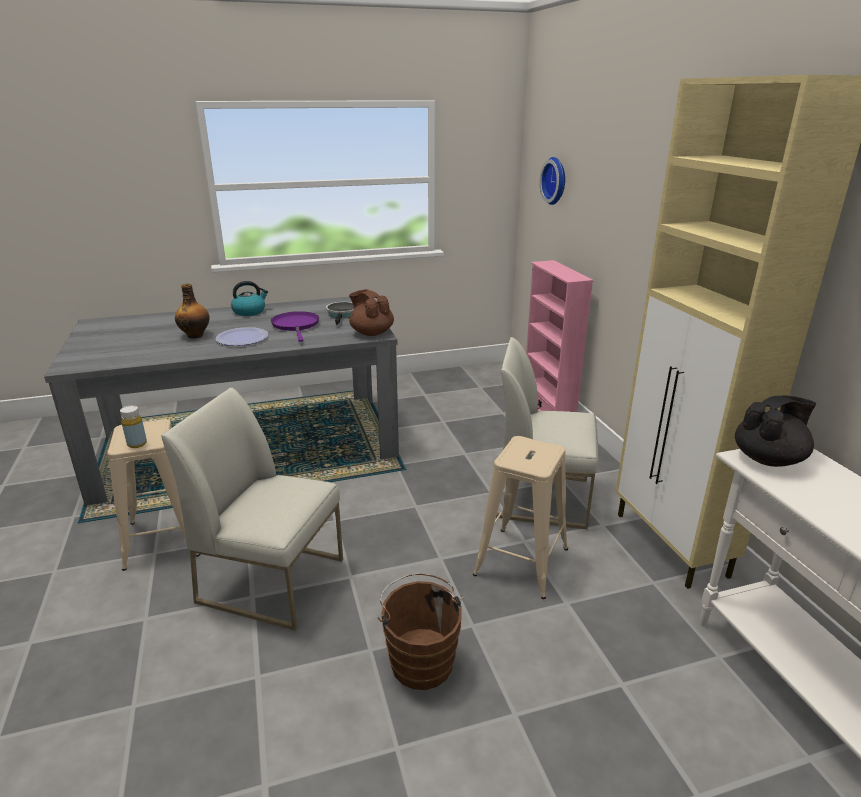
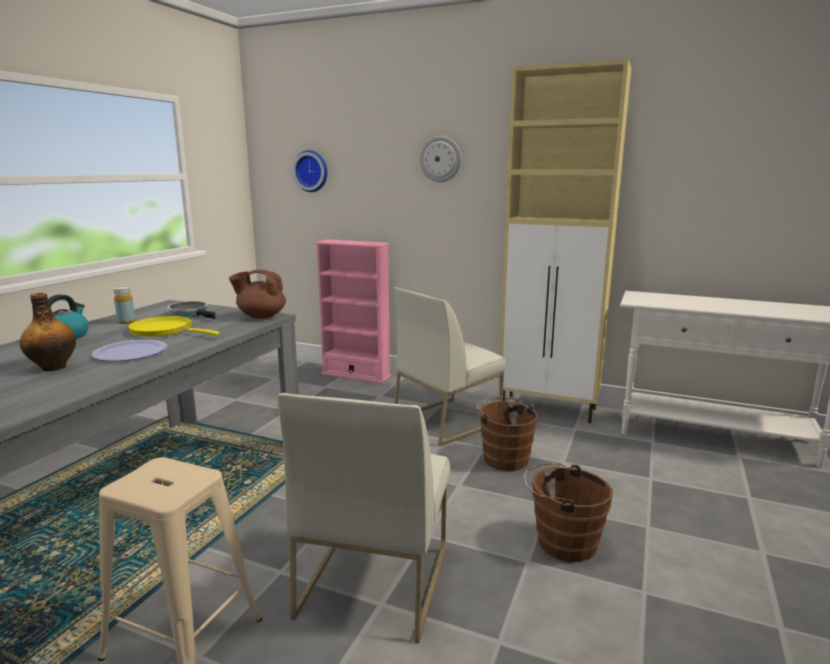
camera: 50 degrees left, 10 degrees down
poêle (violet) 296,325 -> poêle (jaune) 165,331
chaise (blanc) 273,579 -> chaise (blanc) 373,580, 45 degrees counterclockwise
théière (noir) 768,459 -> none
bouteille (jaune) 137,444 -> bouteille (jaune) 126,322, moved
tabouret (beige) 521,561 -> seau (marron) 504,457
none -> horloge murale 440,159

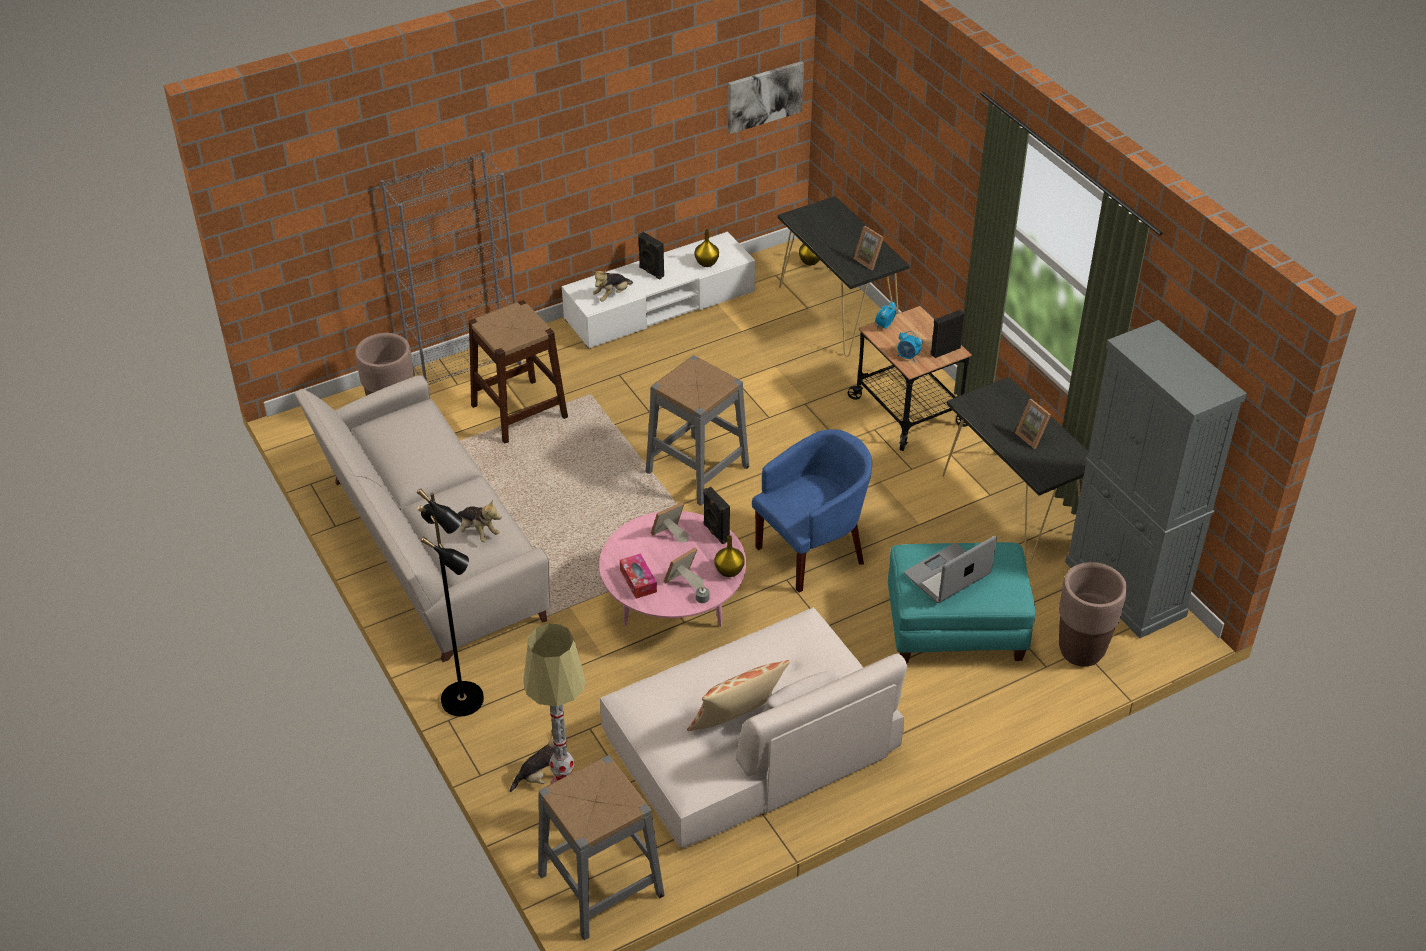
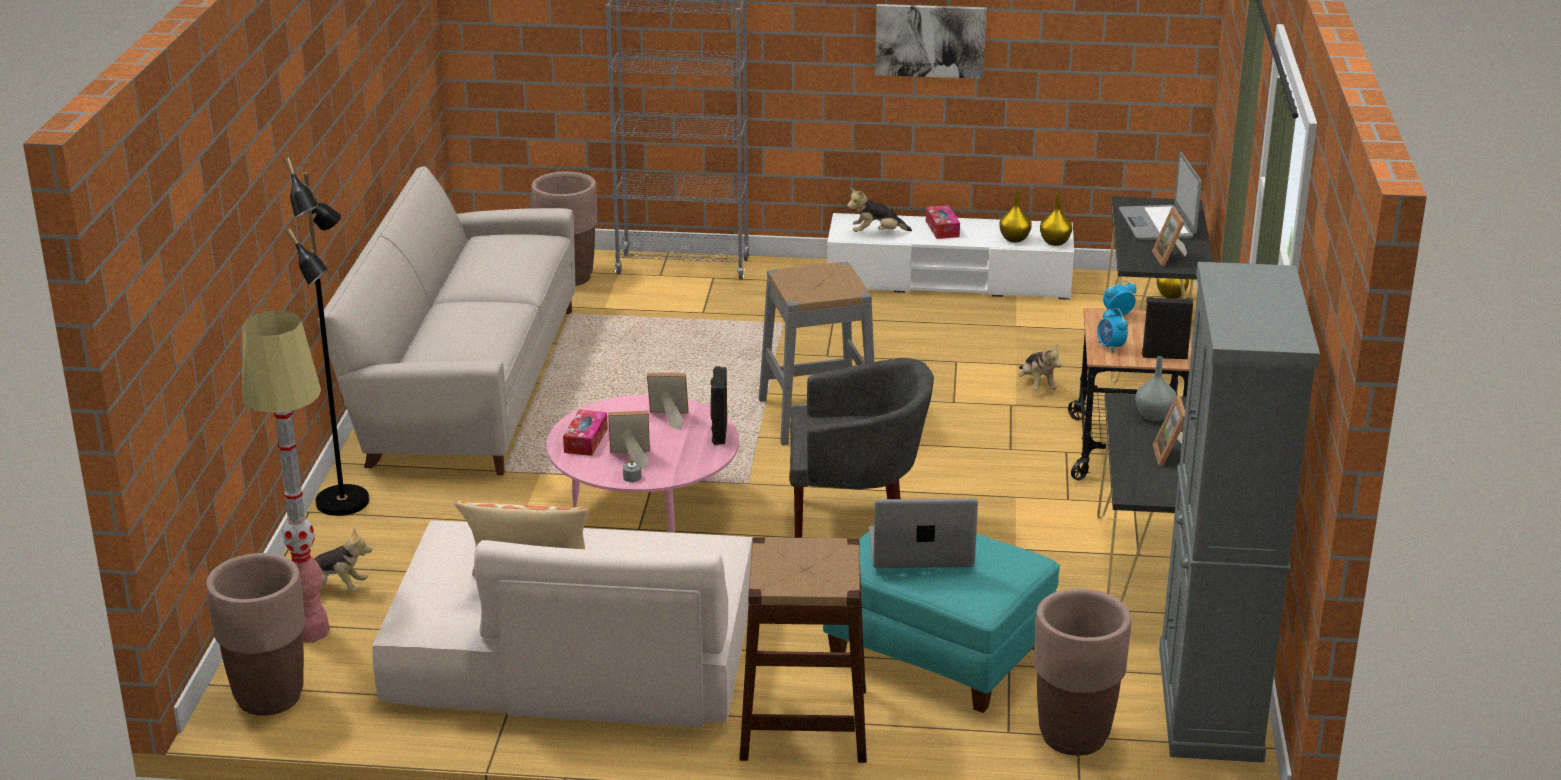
camera: 35 degrees right, 15 degrees down
tableau 764,96 -> tableau 930,40, moved
enceinte (noir) 650,272 -> boîte à mouchoirs 942,229
tabouret (marron) 519,411 -> tabouret (marron) 804,723, moved
fauteuil (bleu) 812,552 -> fauteuil (gris) 855,525
peluche 477,532 -> peluche 1037,385, moved
vase (jaune) 729,571 -> vase (jaune) 1055,242, moved
tabouret (gris) 601,884 -> cache-pot (marron) 269,697
none -> ordinateur portable 1157,224
none -> vase (gris) 1155,416

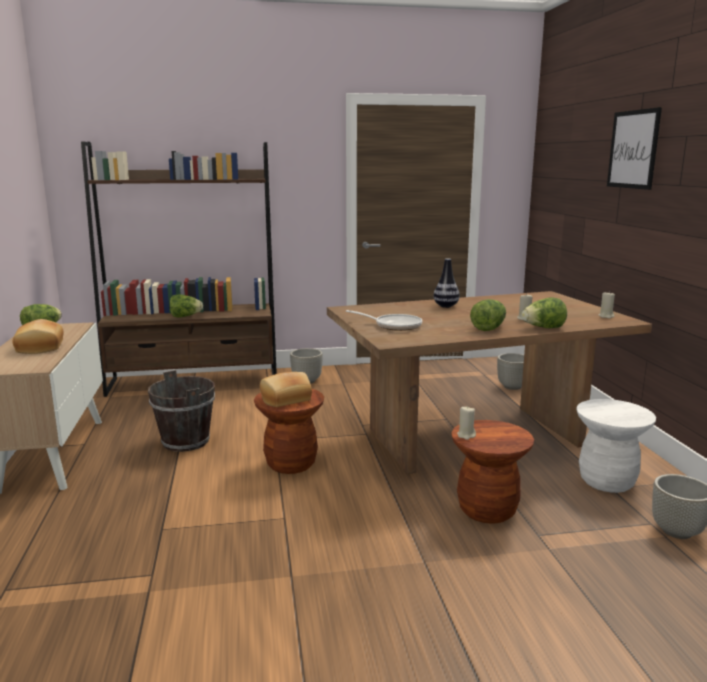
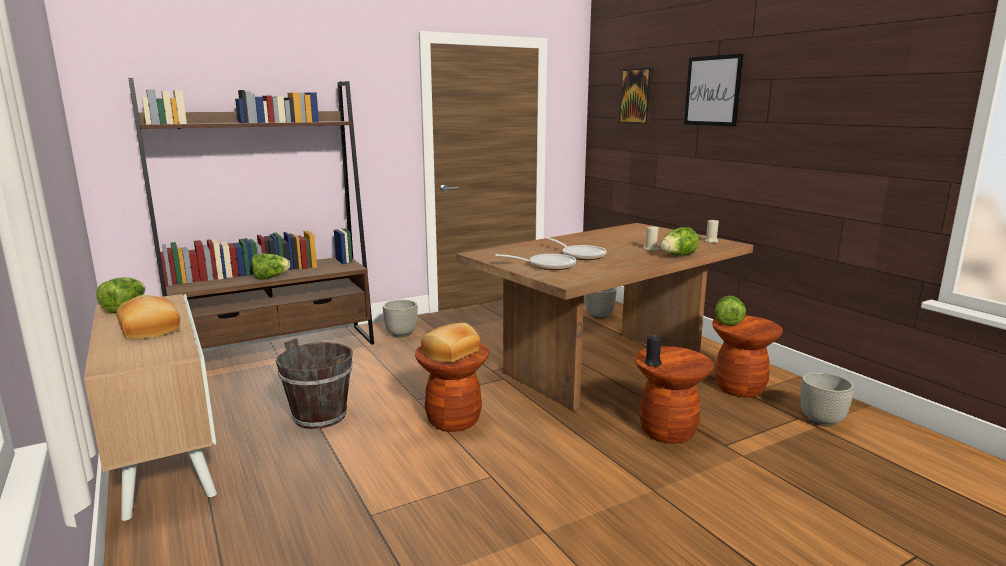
camera: 20 degrees left, 0 degrees up
vase 445,306 -> none
laitue 489,328 -> laitue 728,322, moved
tabouret (blanc) 606,481 -> tabouret (marron) 739,388
bougie (beige) 466,435 -> bougie (noir) 652,363
none -> tableau 636,96
none -> poêle 581,255

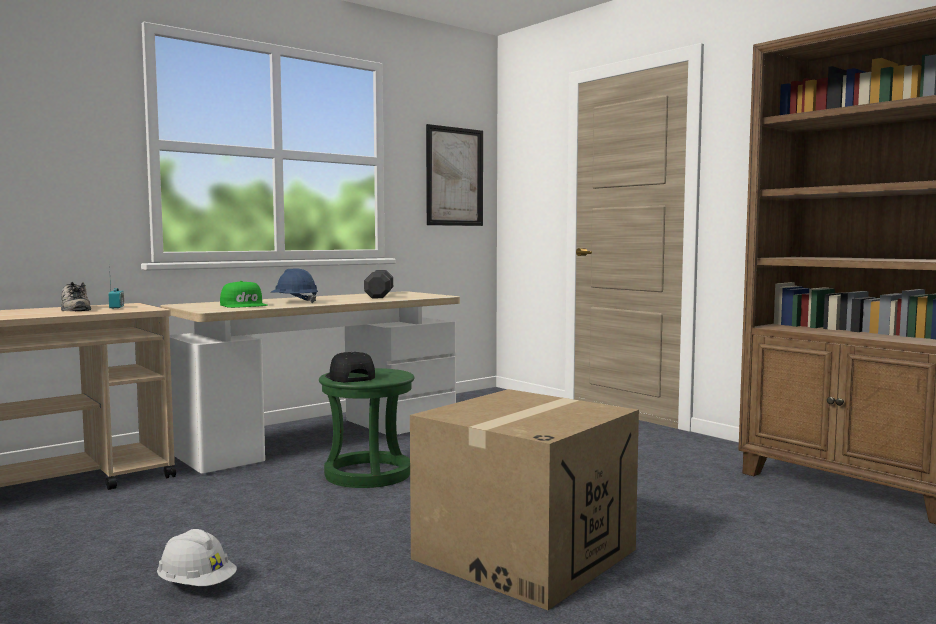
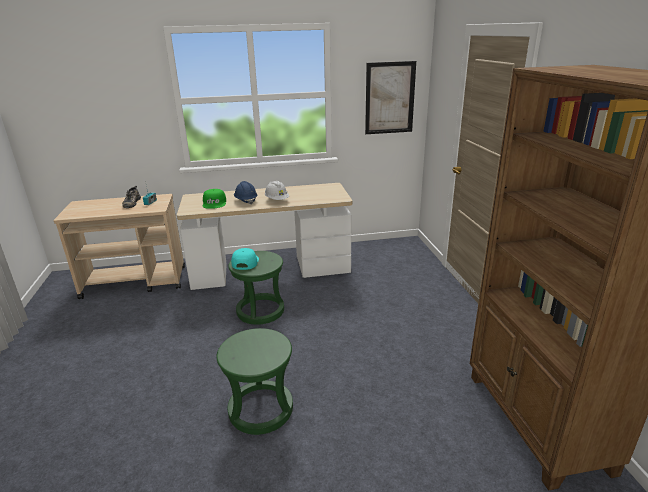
camera: 30 degrees right, 20 degrees up
haltère (noir) 379,296 -> none
casquette (noir) 349,377 -> casquette (turquoise) 245,262
carton 524,554 -> tabouret (vert) 261,409
casque de chantier (blanc) 196,585 -> casque de chantier (blanc) 277,200, moved

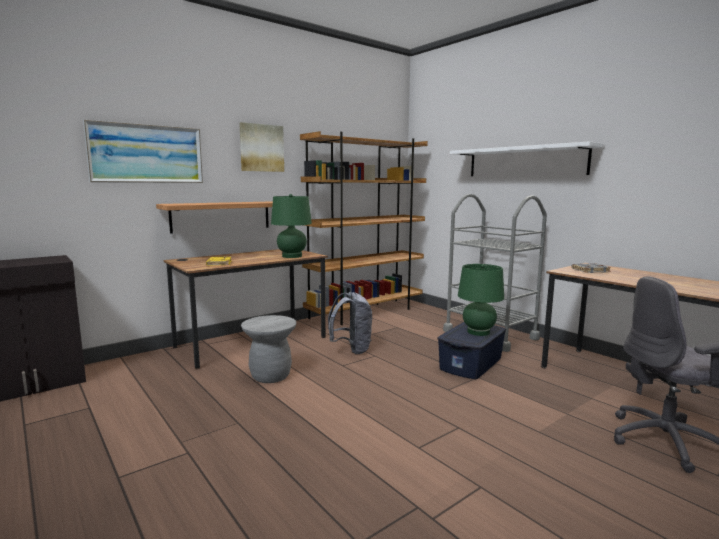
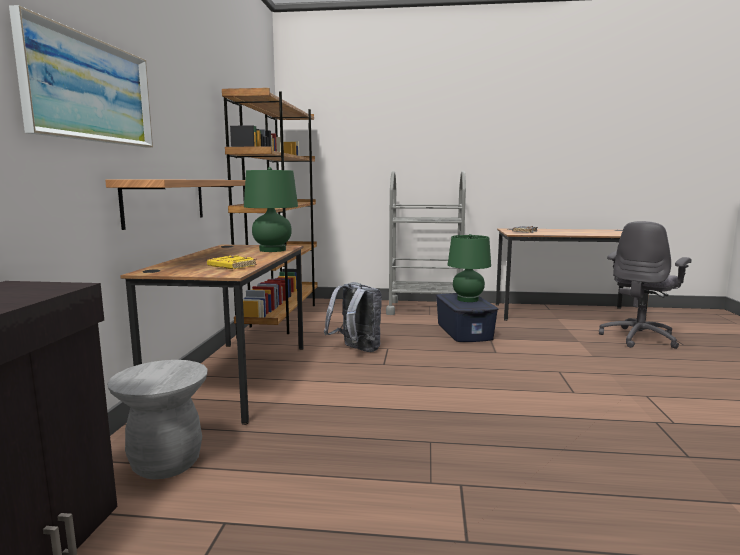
camera: 45 degrees left, 0 degrees up
tableau 261,148 -> none
étagère (blanc) 525,162 -> none
tabouret (gris) 270,376 -> tabouret (gris) 166,463, moved

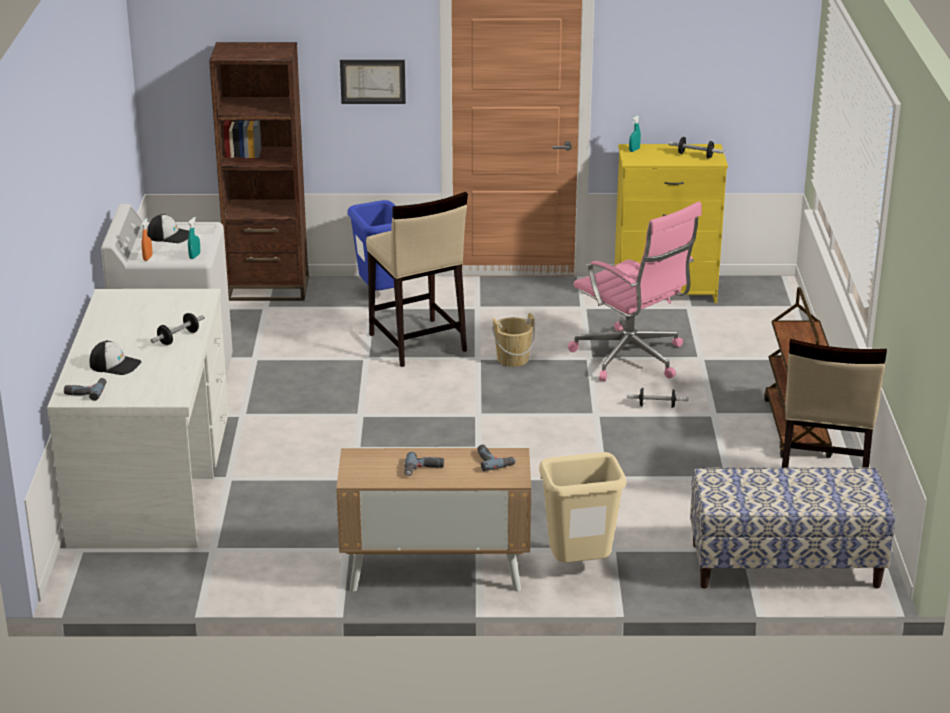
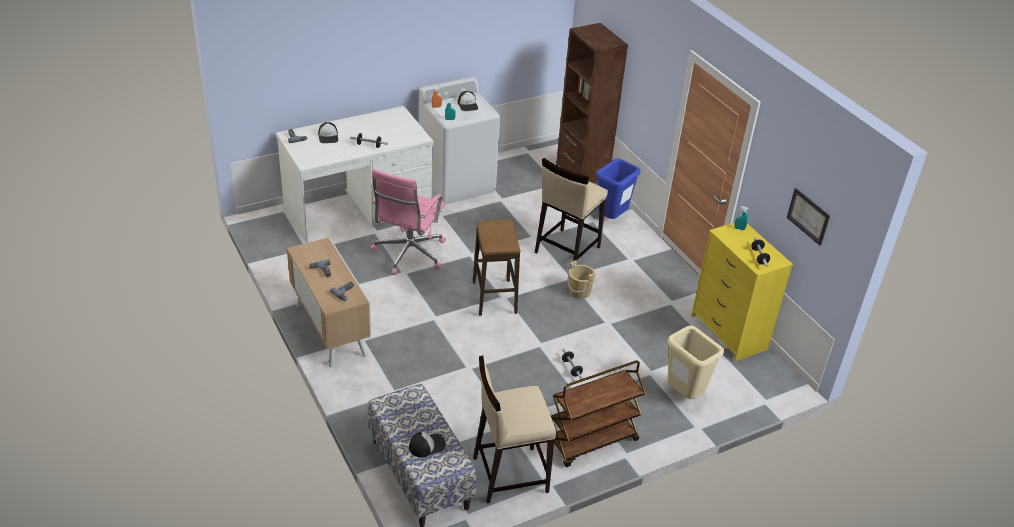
camera: 60 degrees right, 10 degrees up
tableau 373,81 -> tableau 808,216, moved
chaise de bureau (rose) 631,358 -> chaise de bureau (rose) 408,254, moved
poubelle (beige) 578,567 -> poubelle (beige) 683,395, moved
none -> tabouret 494,297
none -> casquette 427,445

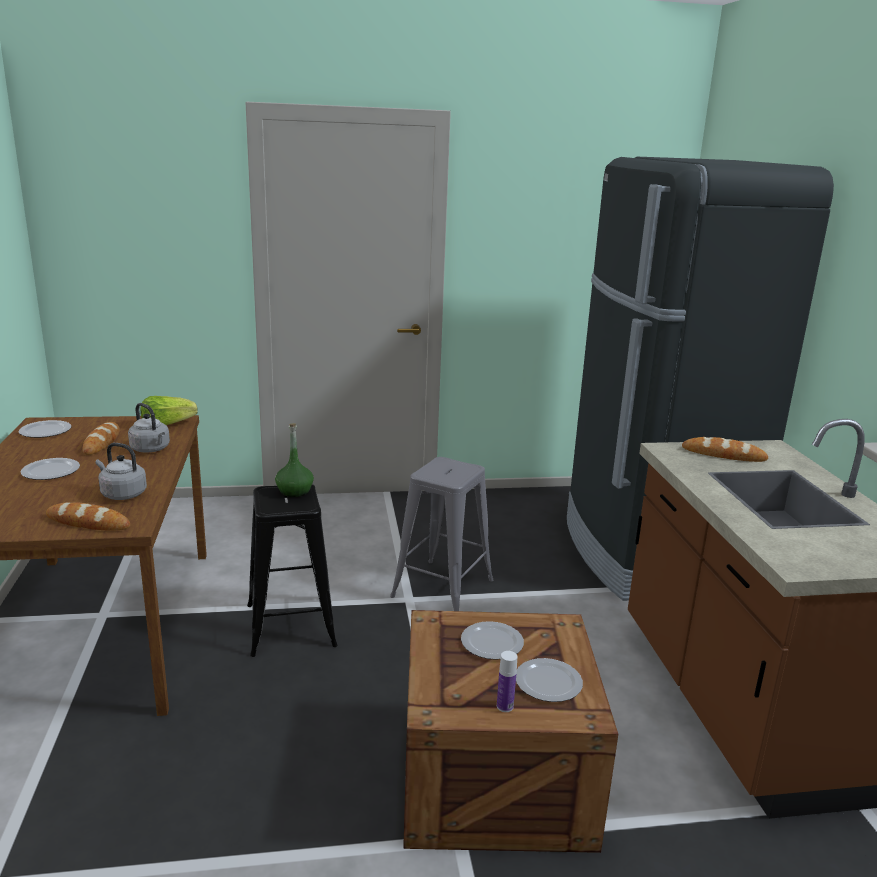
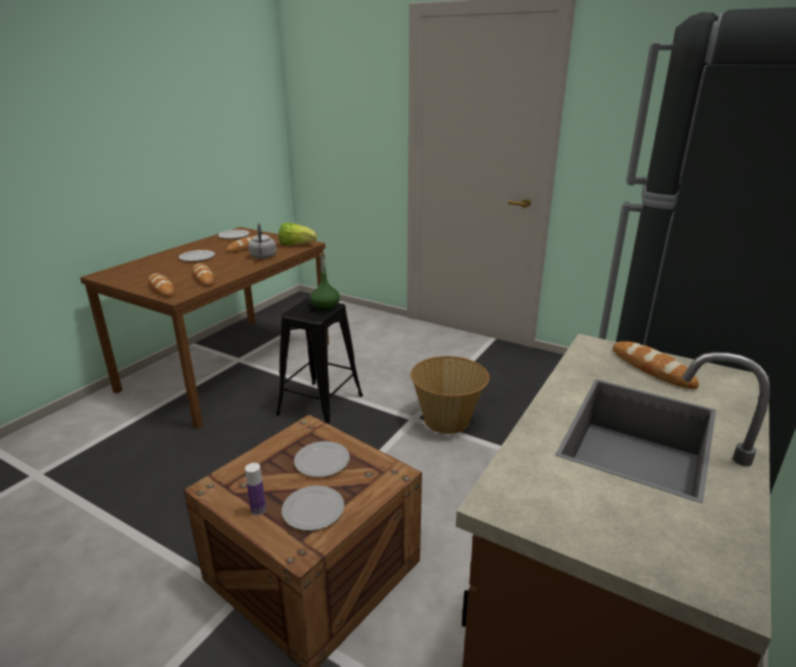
camera: 40 degrees right, 5 degrees up
bouilloire (gris) 122,494 -> pain 203,278
tabouret (gris) 443,588 -> panier 447,420

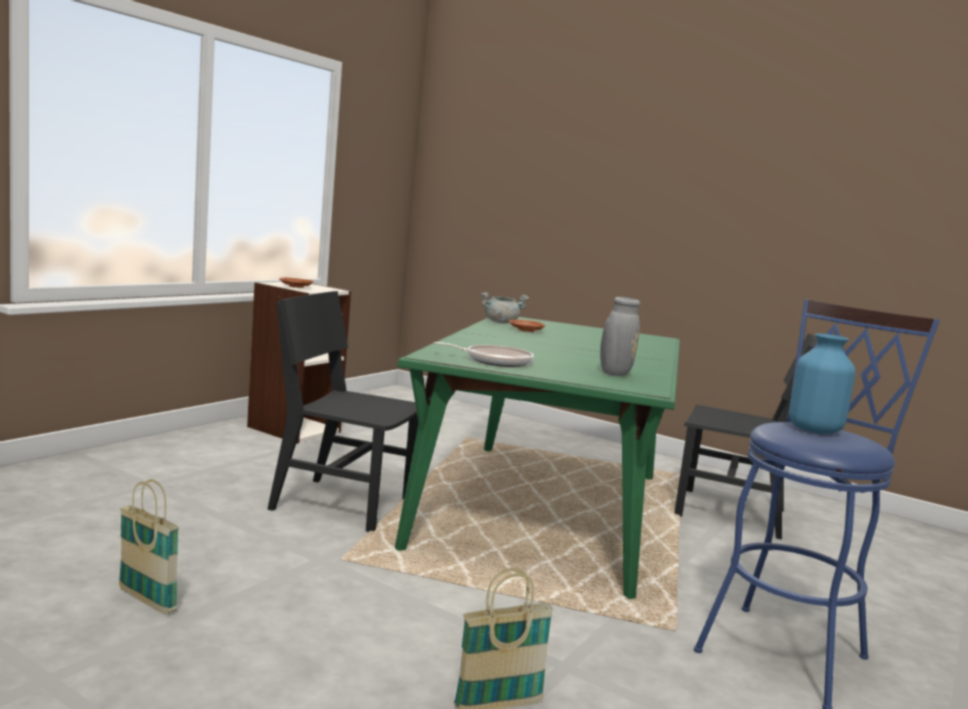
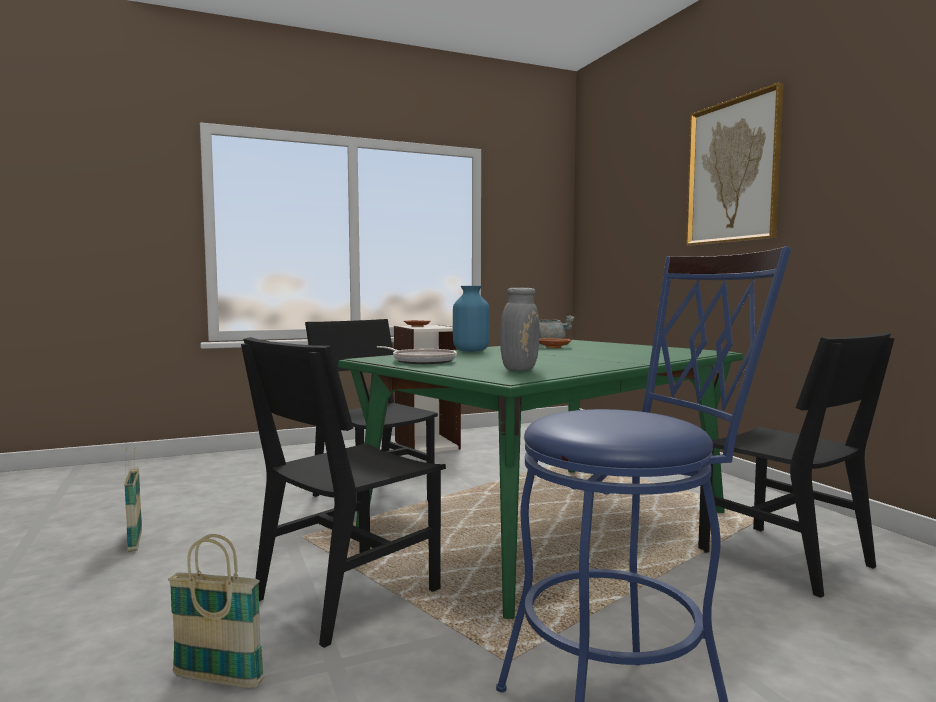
camera: 35 degrees right, 5 degrees down
vase (bleu) 813,430 -> vase (bleu) 470,351, moved
none -> tableau 733,171
none -> chaise (noir) 347,595

